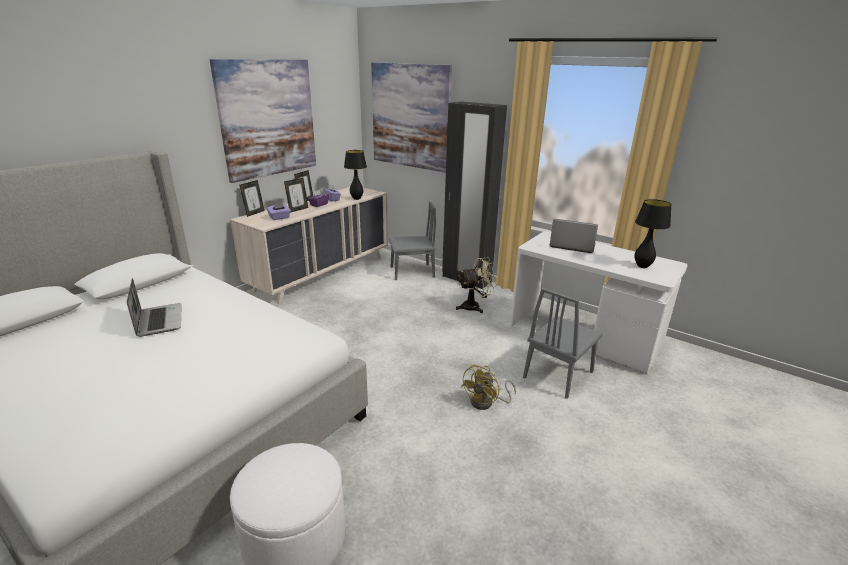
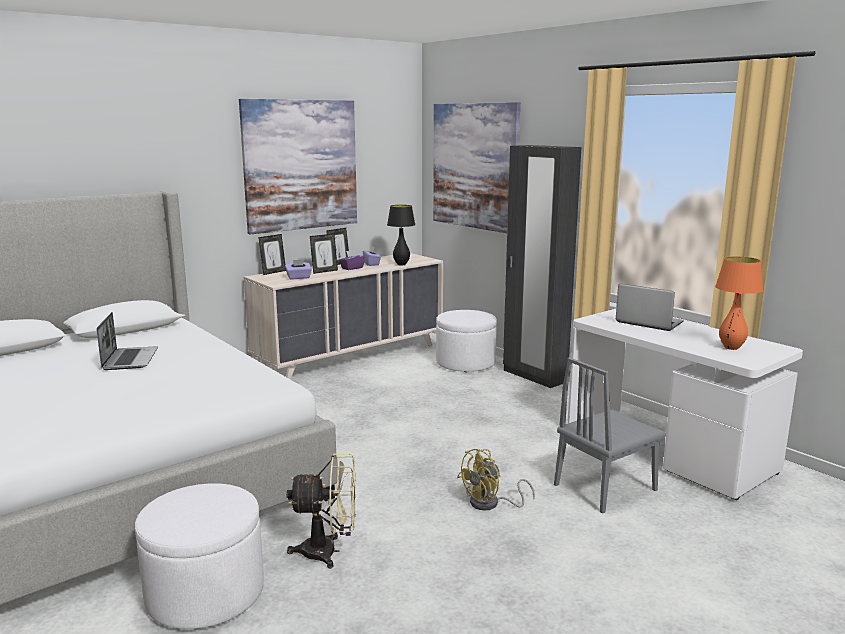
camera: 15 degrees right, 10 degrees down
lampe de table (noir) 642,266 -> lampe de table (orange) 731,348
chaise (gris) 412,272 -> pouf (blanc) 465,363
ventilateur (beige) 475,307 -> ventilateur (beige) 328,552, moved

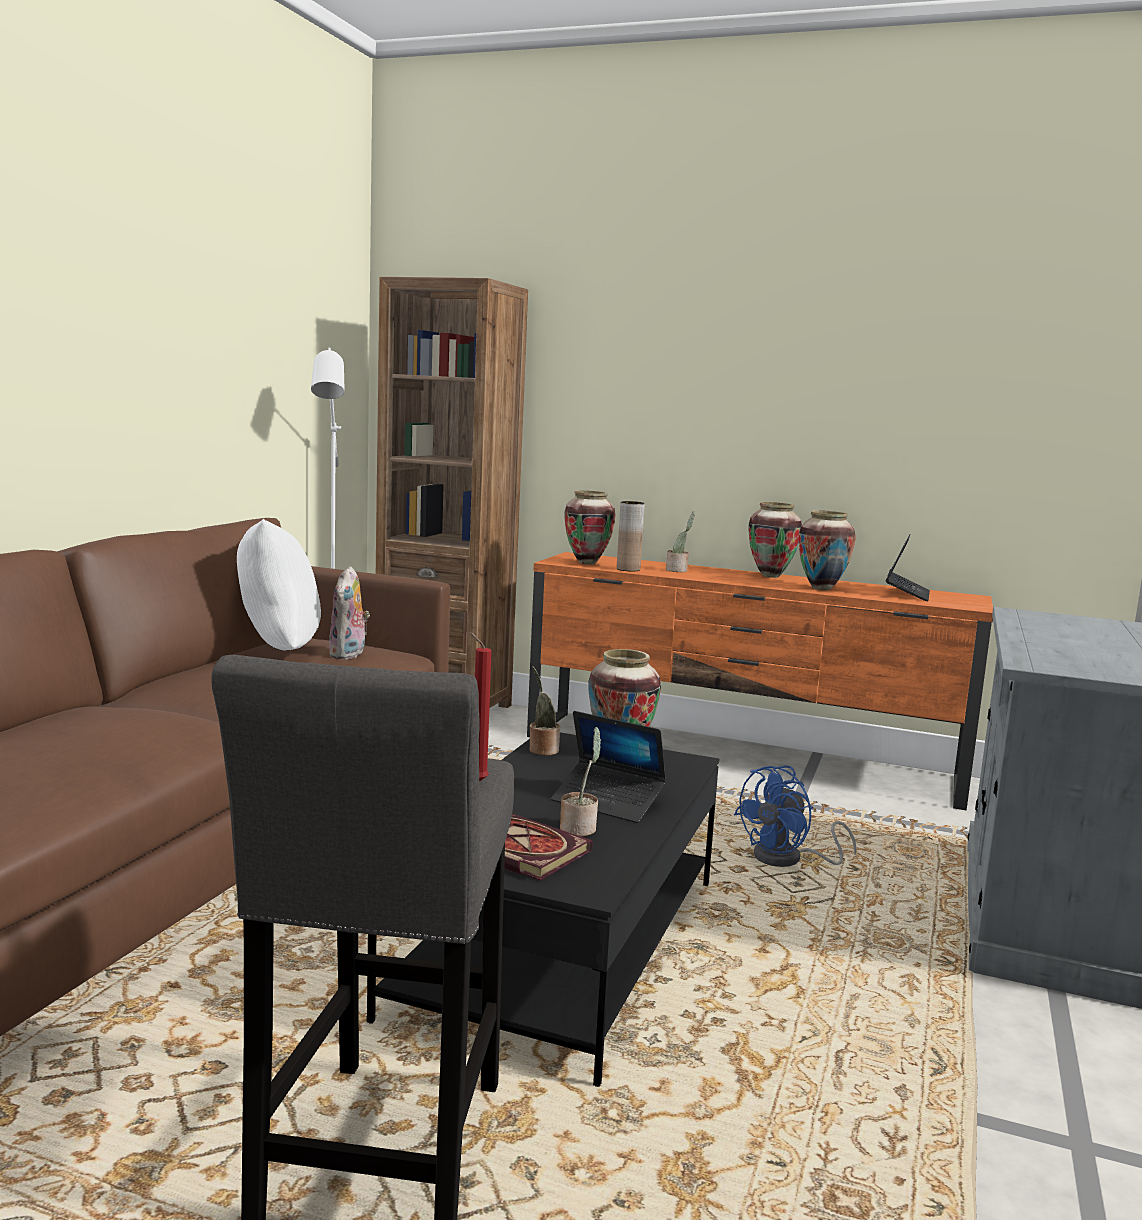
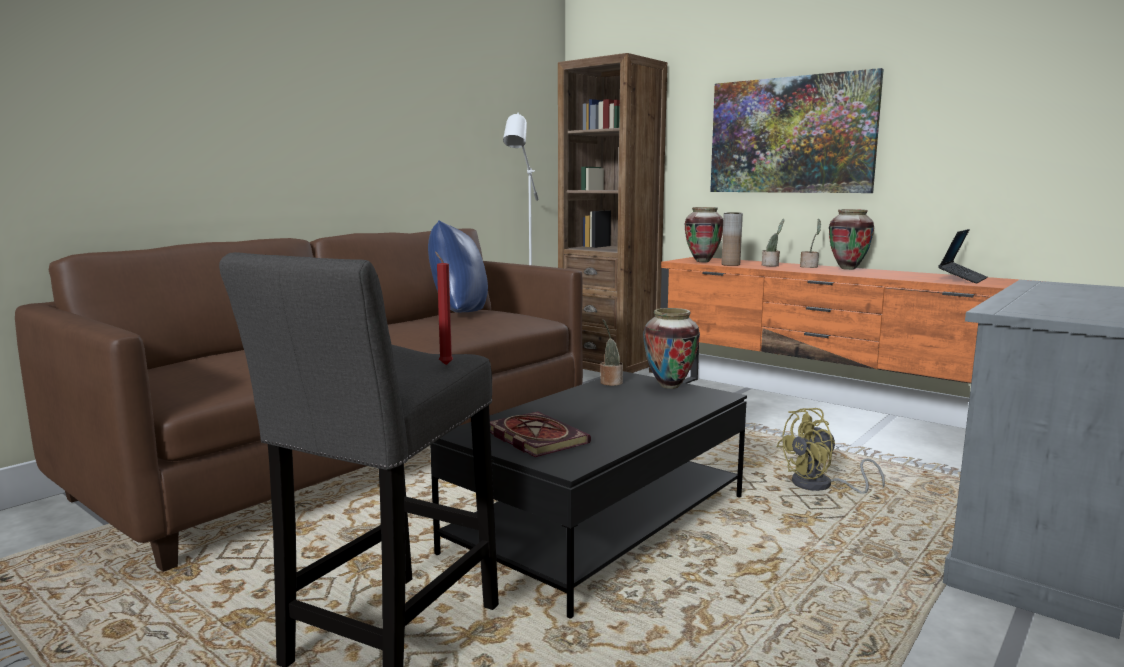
camera: 20 degrees right, 0 degrees up
vase 821,588 -> none
coussin (blanc) 276,650 -> coussin (bleu) 458,314
peluche 349,655 -> none
ordinateur portable 608,802 -> none
plante en pot 579,828 -> plante en pot 809,267, moved
ventilateur (bleu) 788,859 -> ventilateur (jaune) 820,486
none -> tableau 791,135

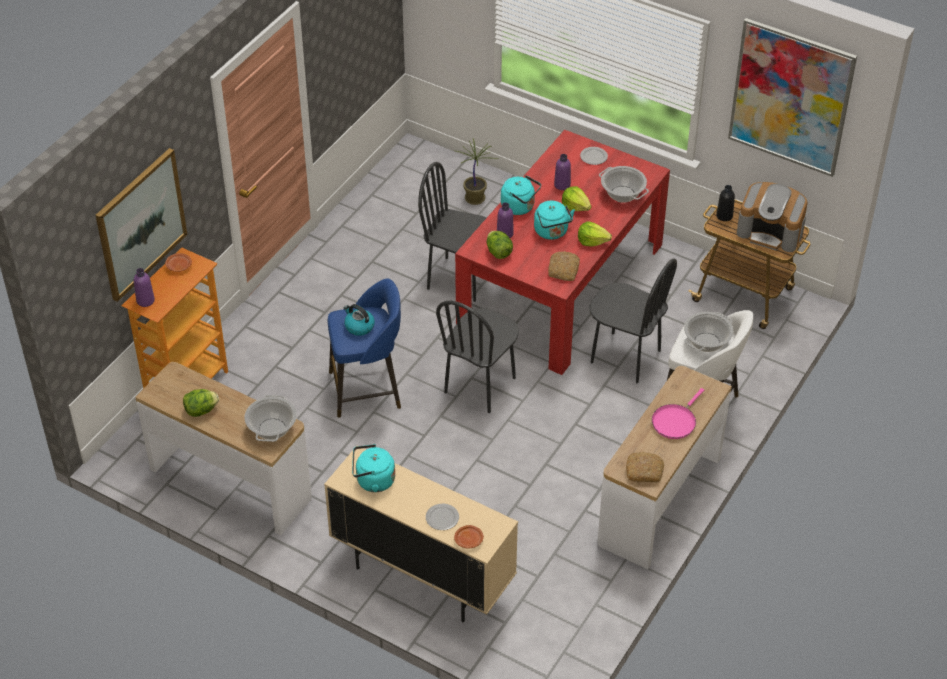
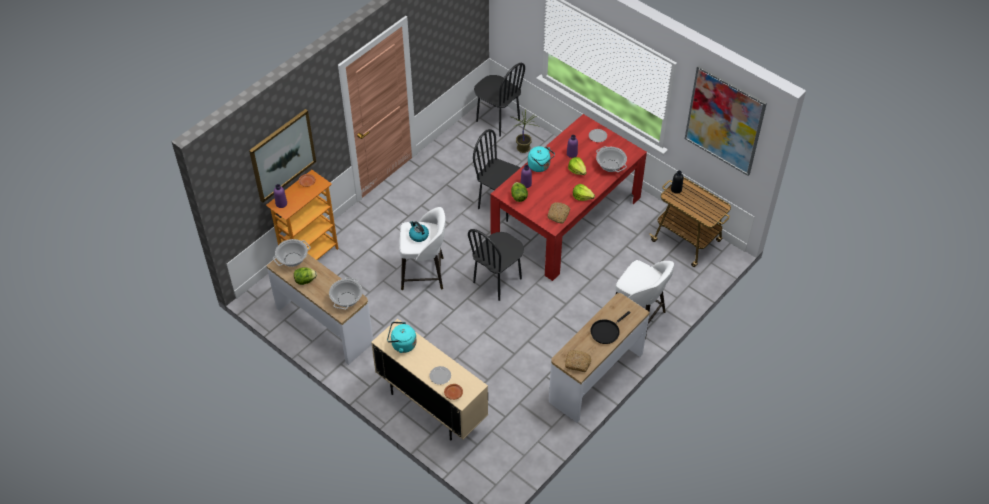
camera: 10 degrees right, 5 degrees up
machine à café 770,232 -> none
bouilloire (turquoise) 552,232 -> none
chaise (noir) 625,357 -> chaise (noir) 497,120, moved
tabouret (bleu) 367,389 -> tabouret (blanc) 424,273
marmite 706,342 -> marmite 292,259, moved
poêle (rose) 675,421 -> poêle (noir) 606,331

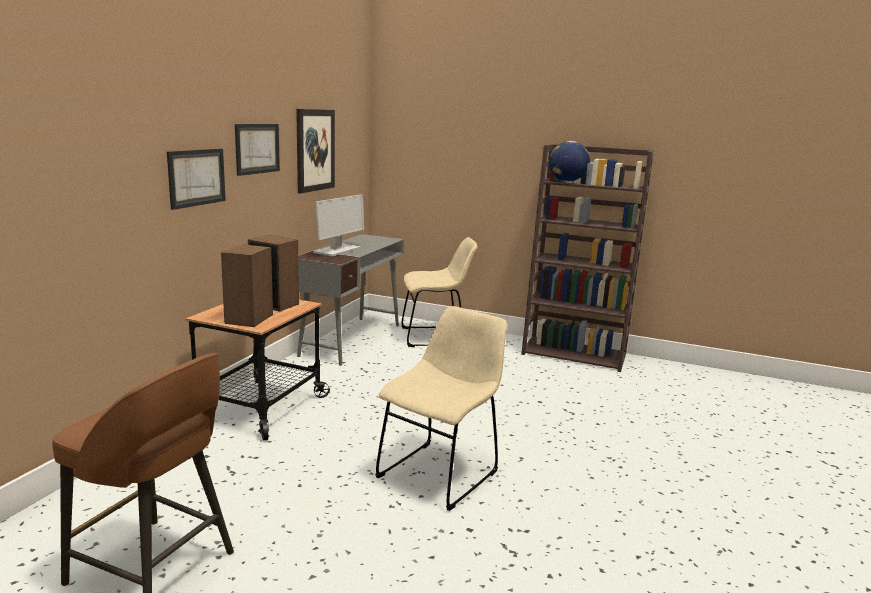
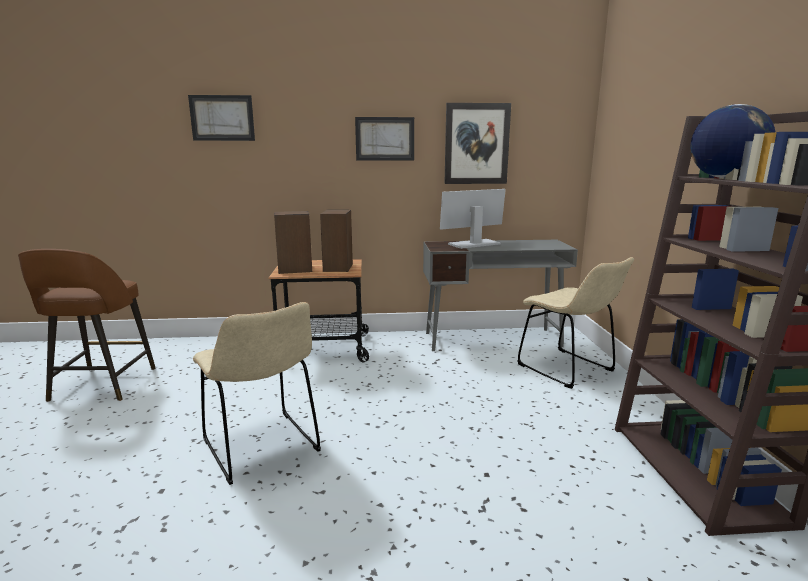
camera: 65 degrees right, 0 degrees up
tableau 196,177 -> tableau 222,118, moved
écran d'ordinateur 337,250 -> écran d'ordinateur 474,244, 150 degrees clockwise
chaise (beige) 441,472 -> chaise (beige) 263,449, 45 degrees clockwise

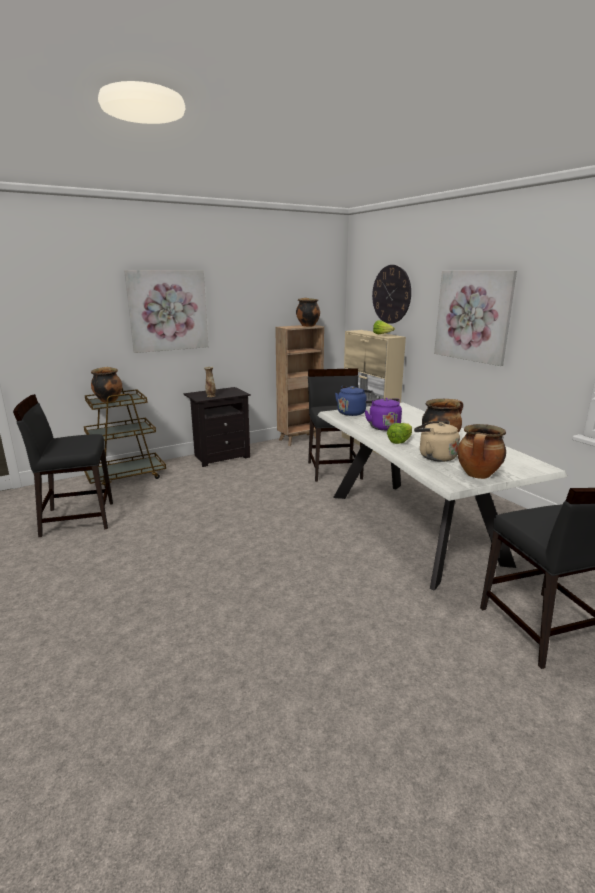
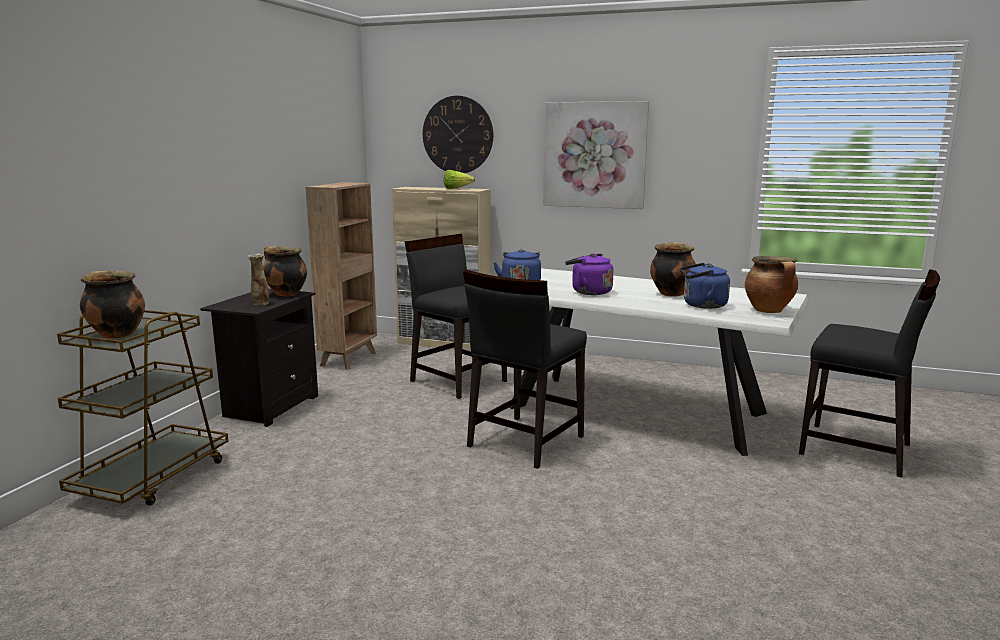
camera: 40 degrees left, 5 degrees down
tableau 168,310 -> none
marmite 307,326 -> marmite 285,294, moved
chaise (noir) 77,518 -> chaise (noir) 524,441, moved
bouilloire (beige) 435,456 -> bouilloire (bleu) 702,305
laitue 400,441 -> none

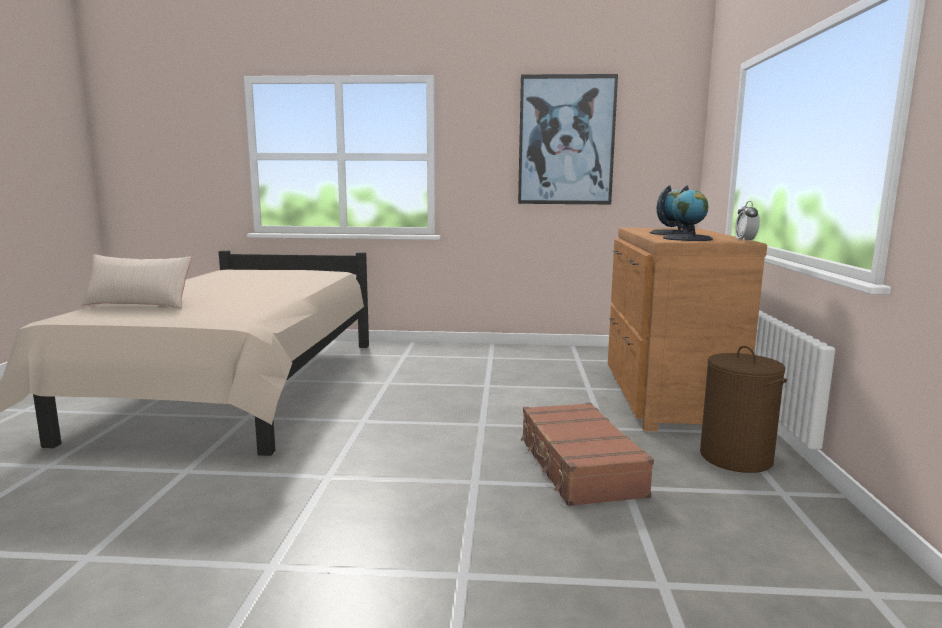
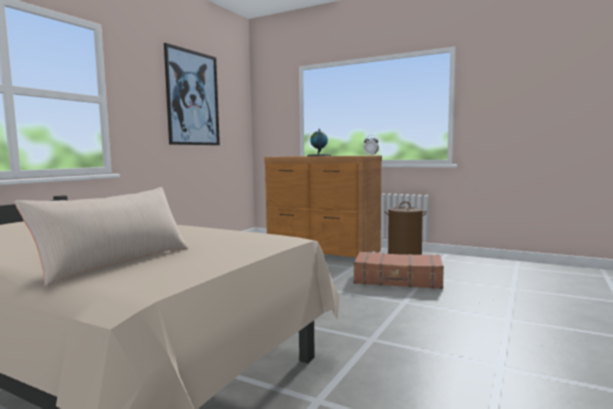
camera: 65 degrees left, 5 degrees down
globe 687,238 -> none

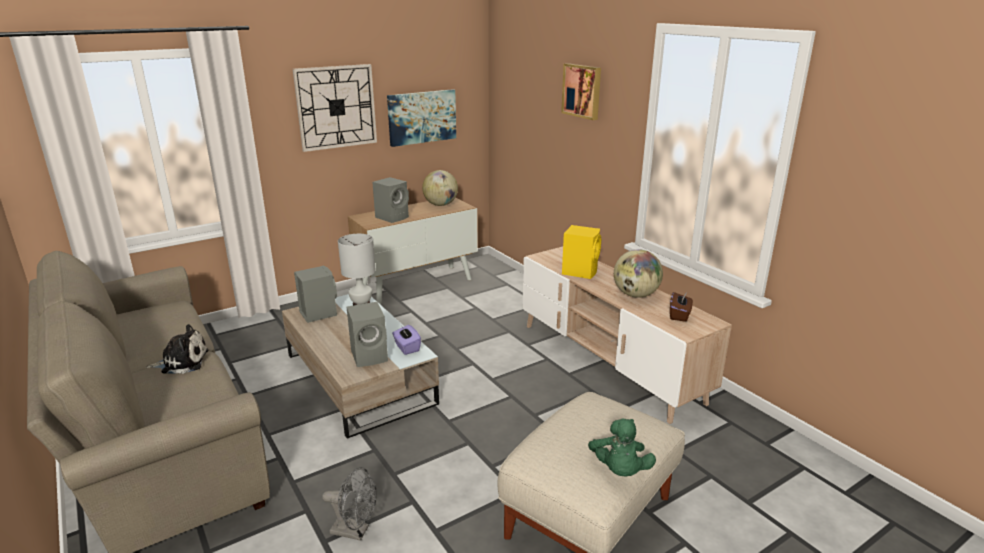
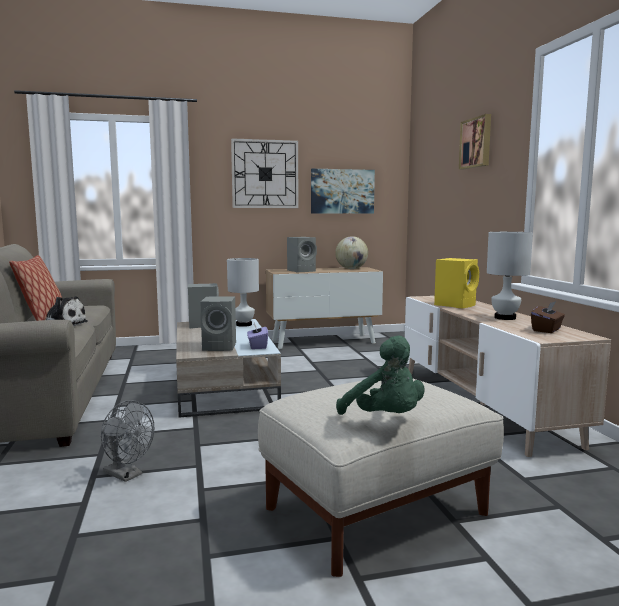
camera: 20 degrees right, 15 degrees down
globe 635,295 -> lampe de table (blanc) 505,318
peluche (vert) 619,470 -> peluche (vert) 385,418, 60 degrees counterclockwise
none -> coussin 42,318

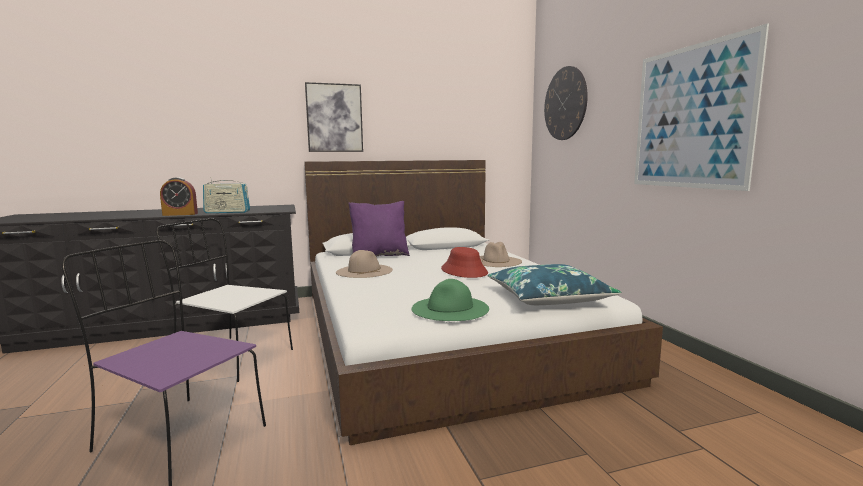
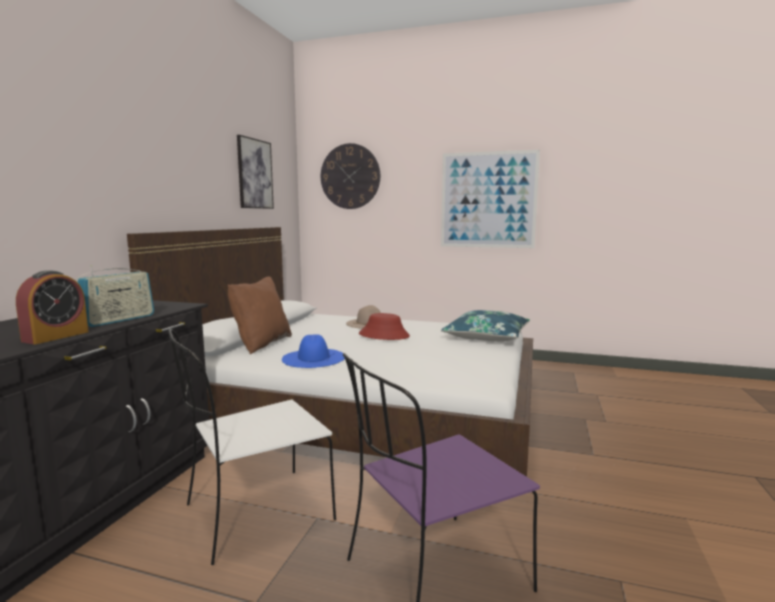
camera: 55 degrees left, 0 degrees up
tableau 334,118 -> tableau 254,174, moved
coussin (violet) 379,256 -> coussin (marron) 261,343
chapeau (beige) 364,271 -> chapeau (bleu) 313,358
chapeau (vert) 450,308 -> none

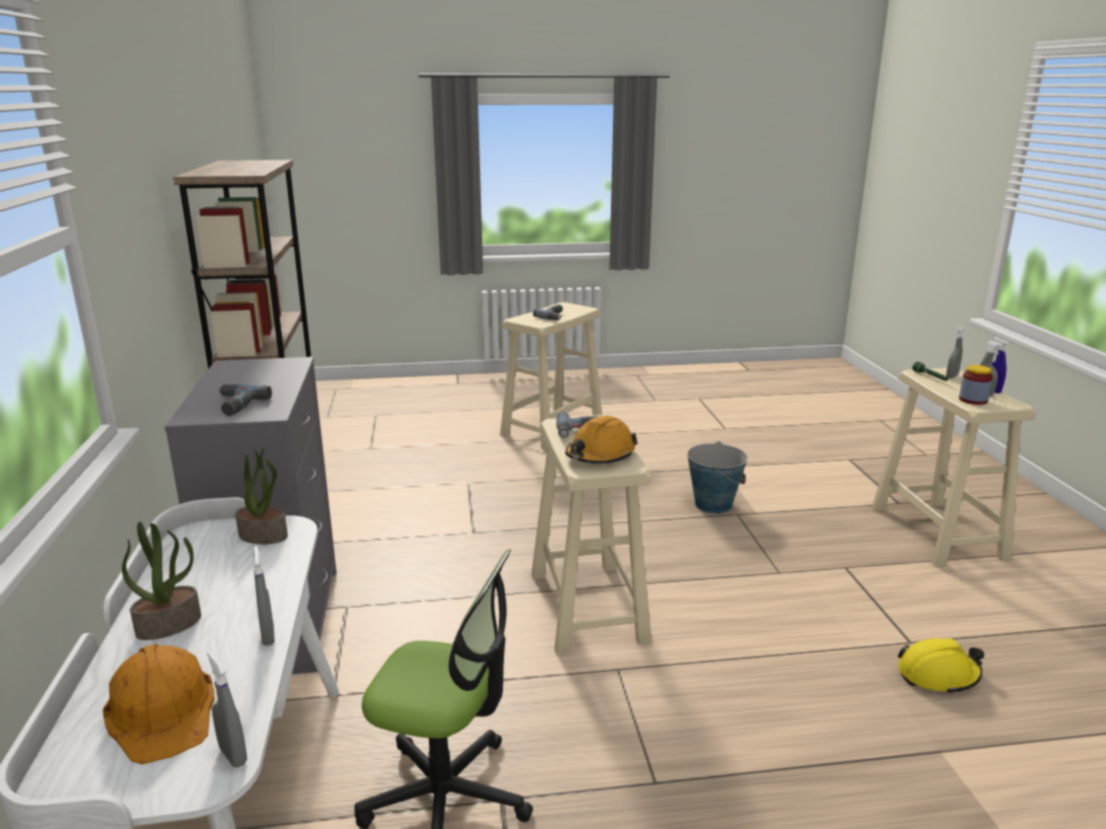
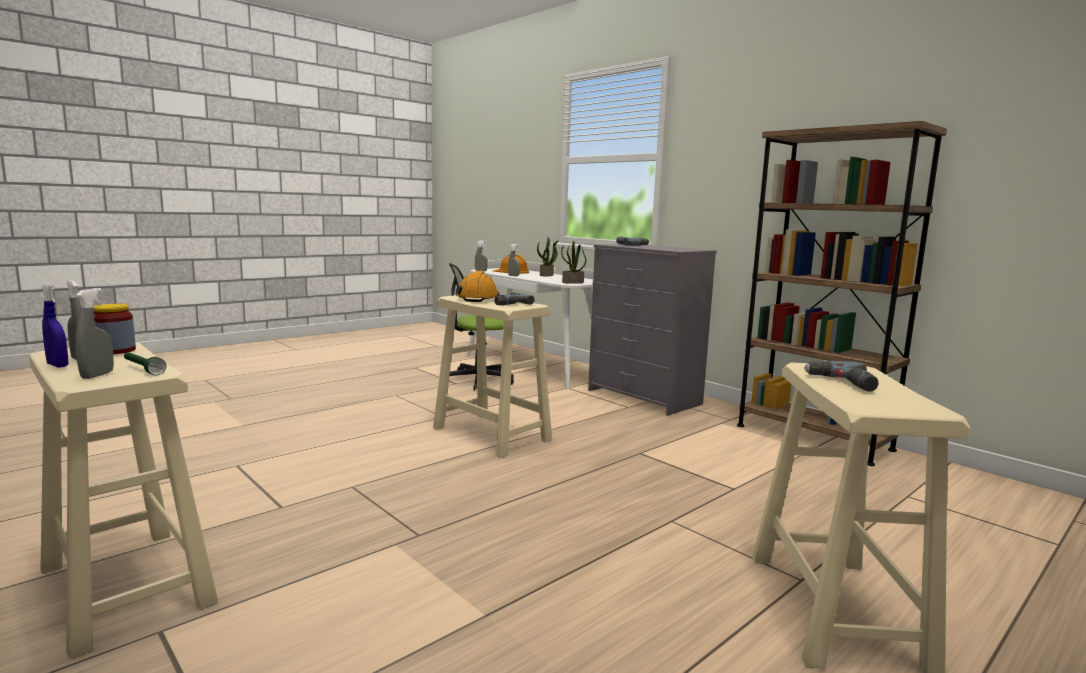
camera: 145 degrees right, 10 degrees down
seau 713,504 -> none
casque de chantier (jaune) 938,675 -> none

